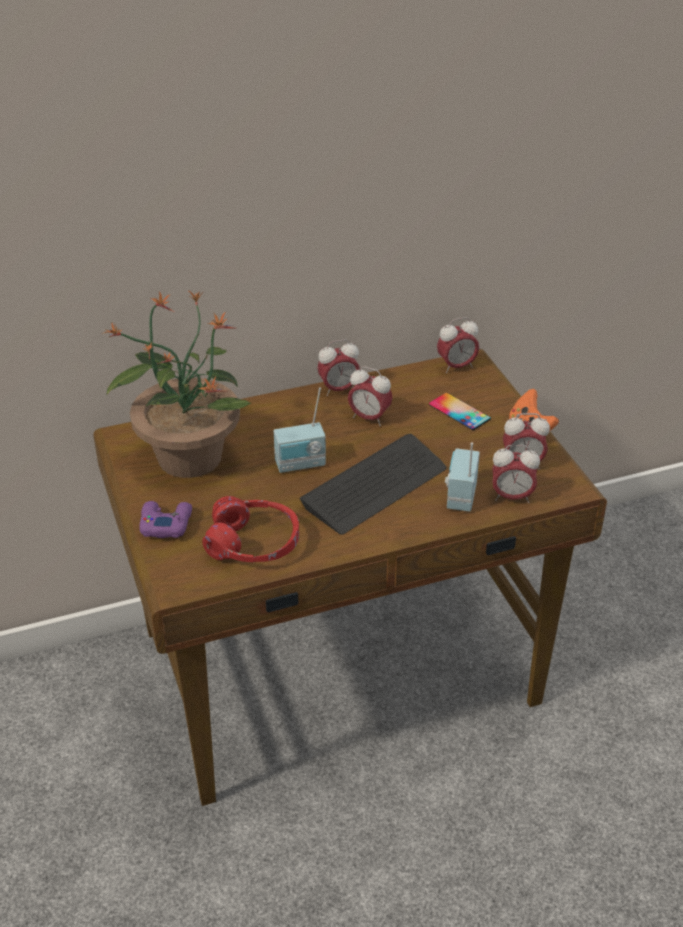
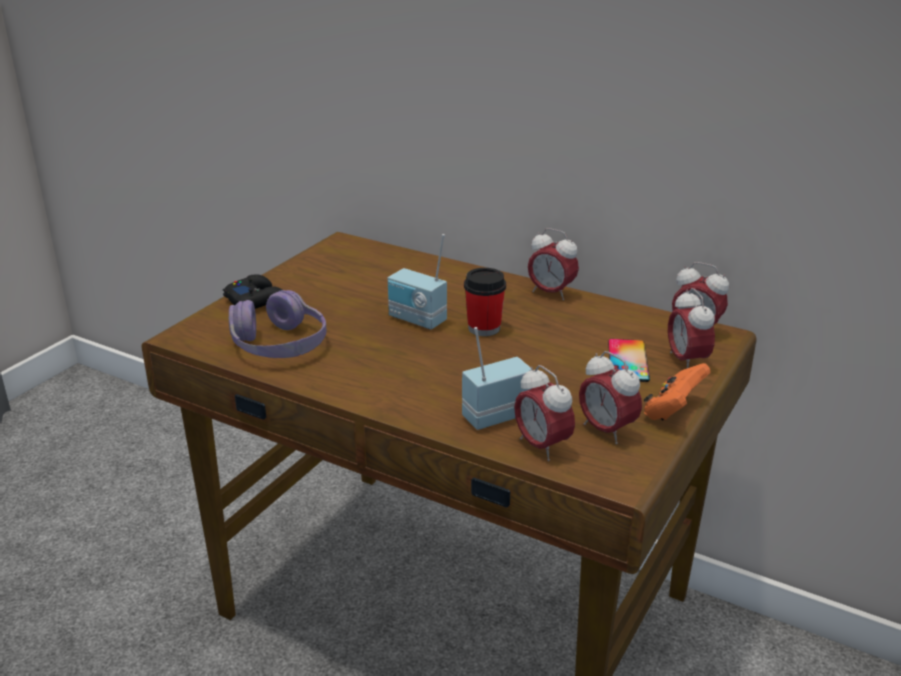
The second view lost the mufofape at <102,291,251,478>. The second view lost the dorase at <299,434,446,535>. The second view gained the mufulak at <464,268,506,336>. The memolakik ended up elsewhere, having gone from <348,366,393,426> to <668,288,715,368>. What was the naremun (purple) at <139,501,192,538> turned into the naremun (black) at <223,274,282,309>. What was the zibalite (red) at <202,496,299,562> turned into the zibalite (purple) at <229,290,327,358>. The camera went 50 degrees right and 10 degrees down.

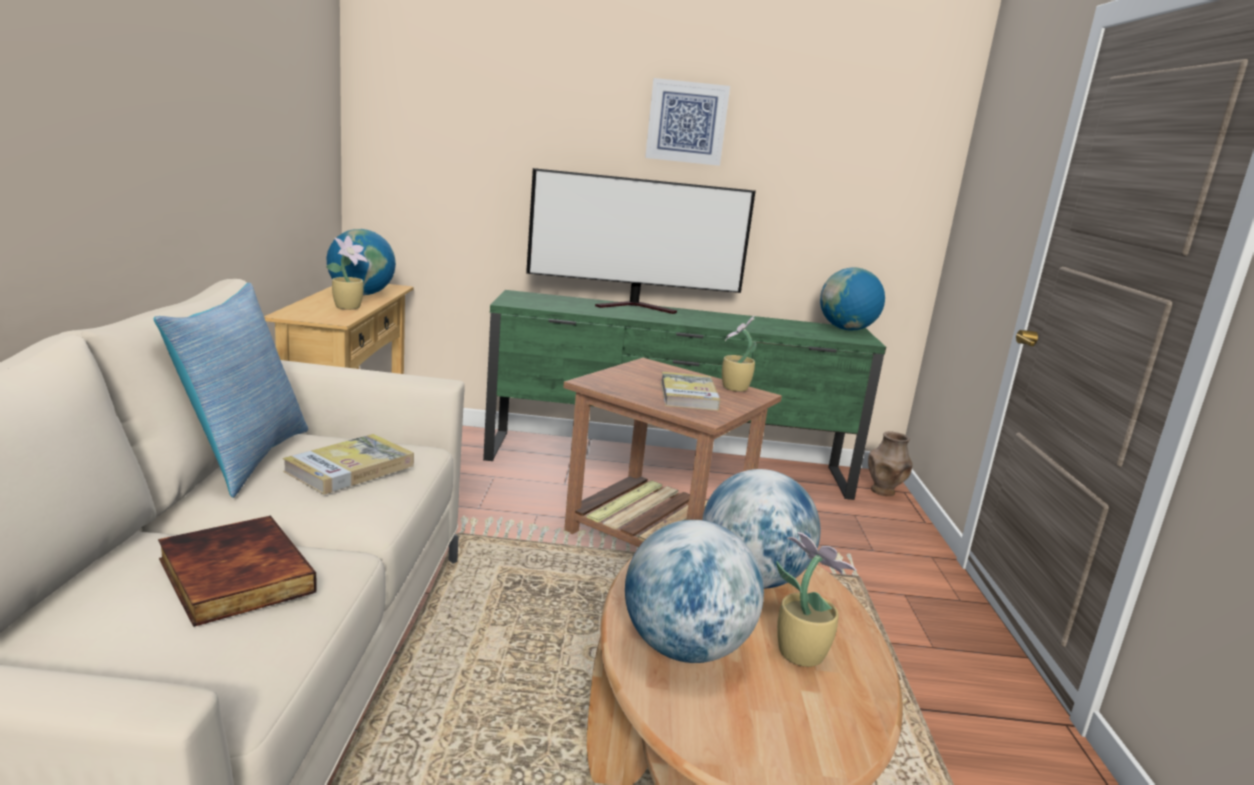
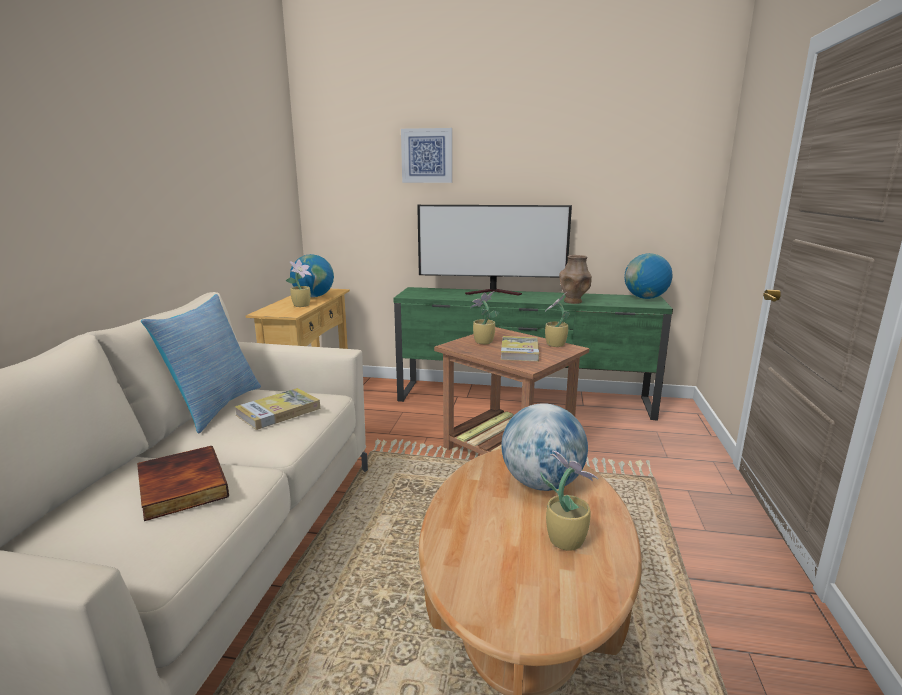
The second view lost the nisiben at <625,520,764,663>. The second view gained the mufofape at <470,291,500,344>. The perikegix ended up elsewhere, having gone from <645,78,730,166> to <401,128,452,183>. The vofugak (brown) ended up elsewhere, having gone from <868,431,913,496> to <559,255,592,304>. The camera went 10 degrees right and 0 degrees up.

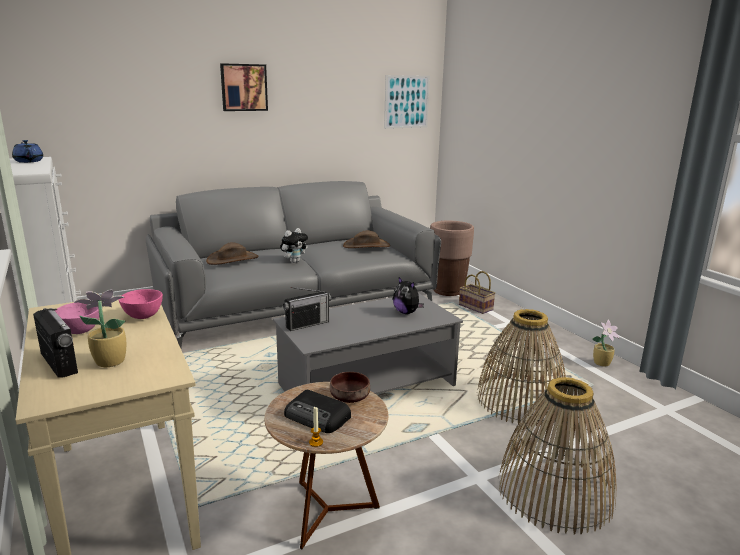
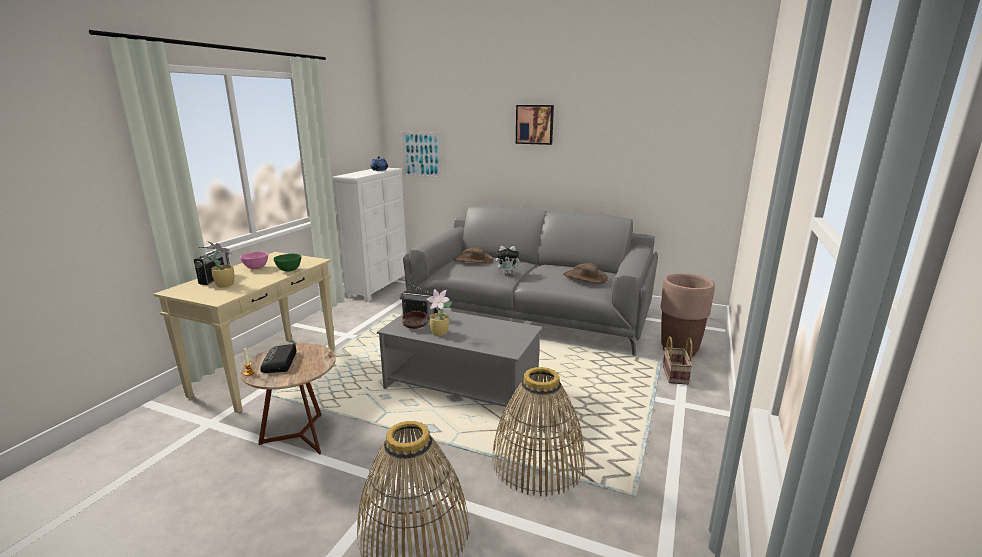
The second view lost the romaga at <393,277,424,314>. The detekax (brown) ended up elsewhere, having gone from <330,372,370,403> to <402,311,428,329>. The perikegix ended up elsewhere, having gone from <384,75,430,129> to <401,132,442,178>. The mufofape ended up elsewhere, having gone from <593,319,620,367> to <427,289,452,336>. What was the detekax (pink) at <119,289,163,319> turned into the detekax (green) at <273,254,301,272>. The camera went 50 degrees right and 0 degrees up.

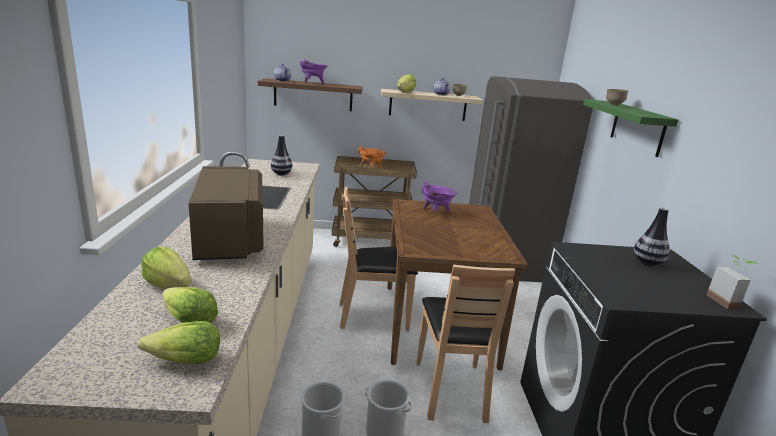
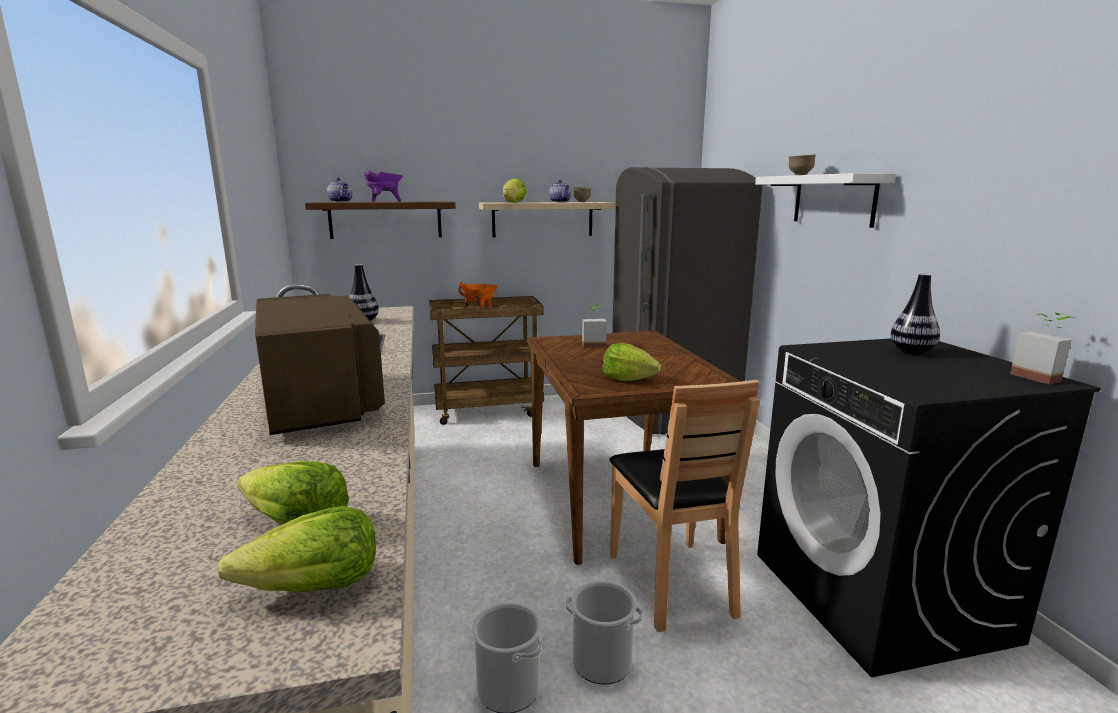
The second view lost the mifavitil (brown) at <340,187,418,331>. The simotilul ended up elsewhere, having gone from <141,247,191,289> to <602,343,661,381>. Where the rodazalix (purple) stood at <421,182,457,212>, the mufofape came to stand at <582,305,607,348>. What was the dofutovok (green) at <583,99,678,157> turned into the dofutovok (white) at <755,173,896,228>. The camera went 10 degrees left and 5 degrees down.

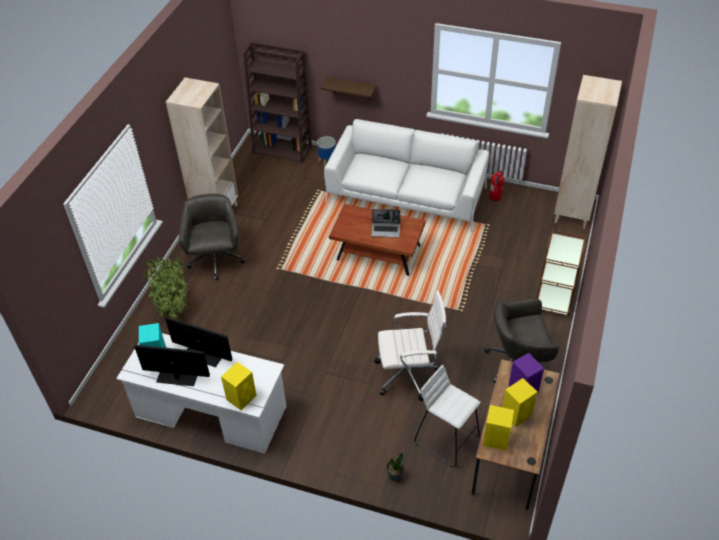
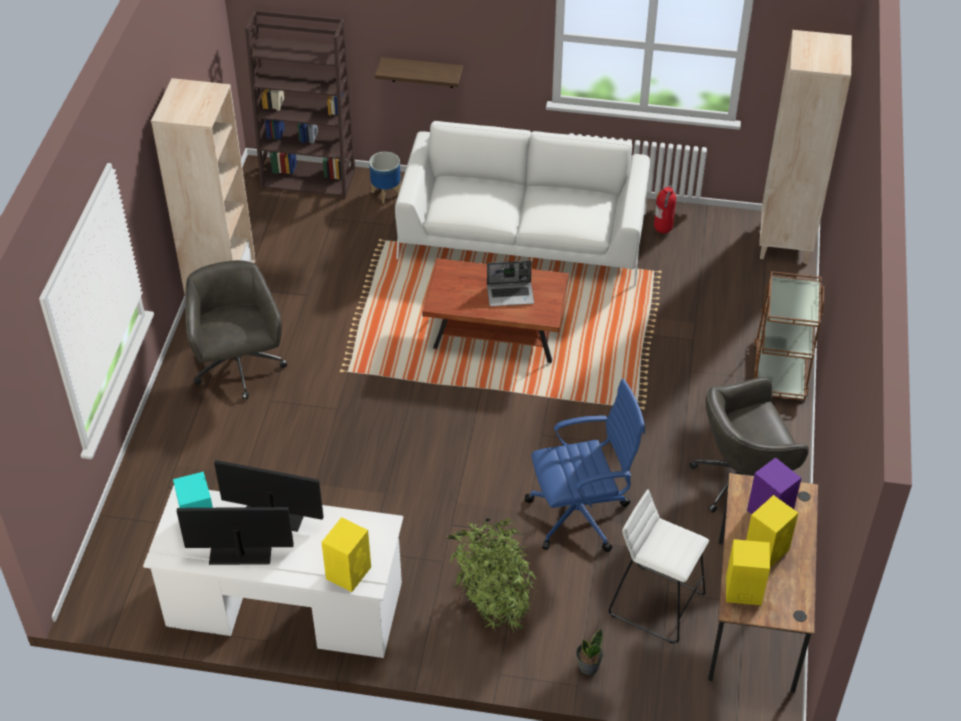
The mufofape ended up elsewhere, having gone from <141,257,189,319> to <447,518,537,633>. What was the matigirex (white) at <375,290,446,401> turned into the matigirex (blue) at <525,379,645,552>. The camera went 10 degrees left and 0 degrees up.

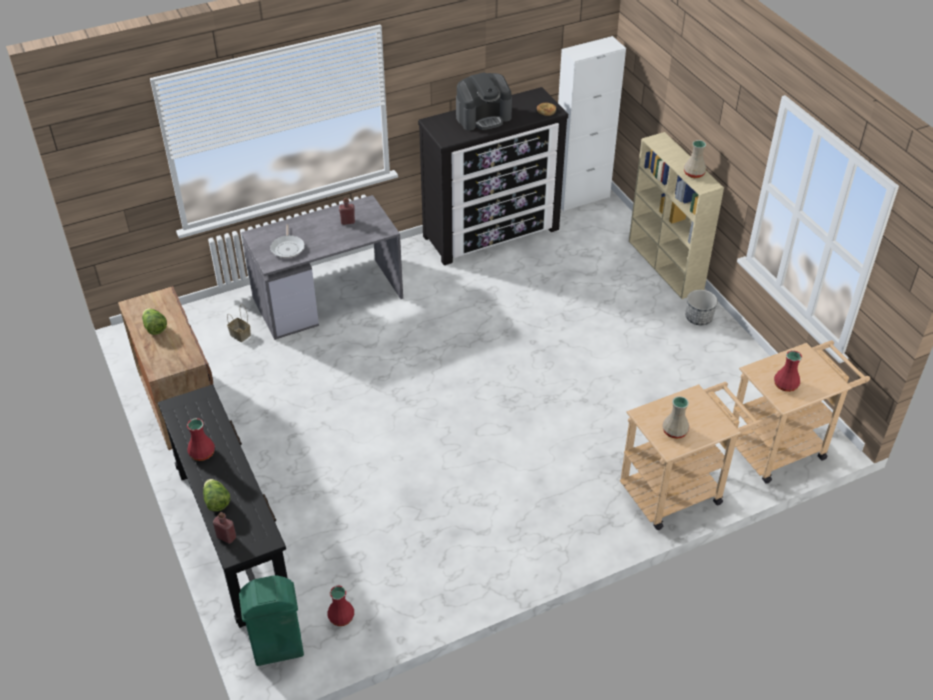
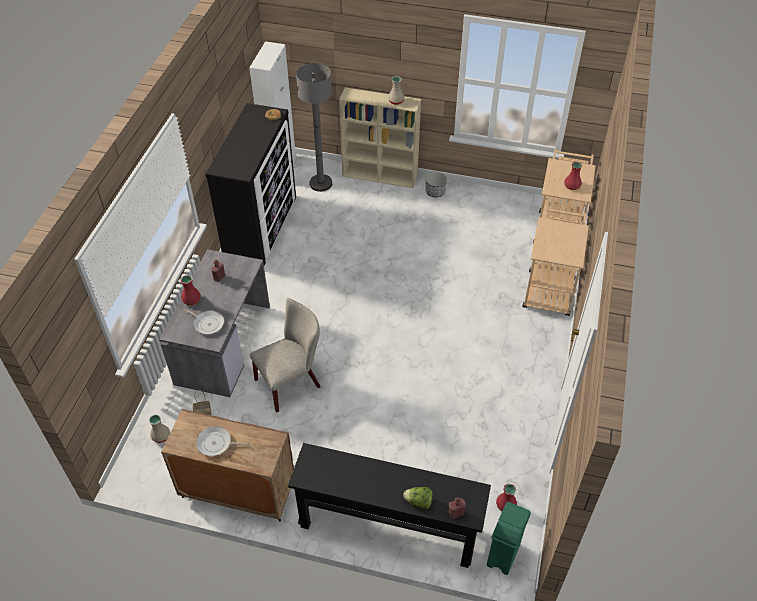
The second view lost the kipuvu at <456,73,512,131>. The second view gained the mifavitil (beige) at <250,298,320,413>. The second view gained the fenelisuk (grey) at <296,63,332,192>. The vofugak (red) ended up elsewhere, having gone from <187,418,215,461> to <181,275,201,305>. The vofugak (beige) ended up elsewhere, having gone from <662,396,689,439> to <149,414,170,443>. Where the simotilul stood at <142,308,167,335>, the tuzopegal came to stand at <196,426,250,456>. The camera went 50 degrees left and 5 degrees up.

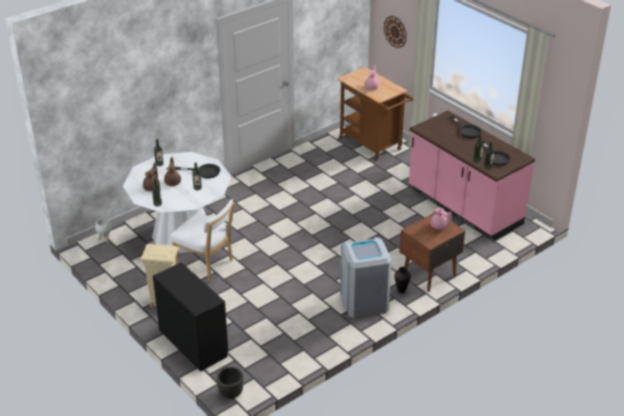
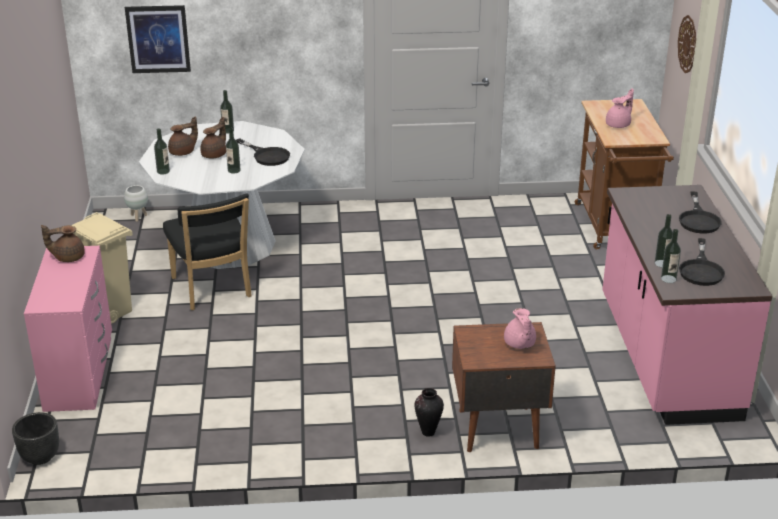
The second view lost the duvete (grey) at <340,237,392,318>. The second view gained the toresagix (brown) at <41,225,85,262>. The second view gained the perikegix at <125,5,191,73>. What was the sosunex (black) at <153,262,228,371> turned into the sosunex (pink) at <24,246,112,412>. What was the mifavitil (white) at <170,199,235,282> turned into the mifavitil (black) at <163,193,252,310>. The camera went 35 degrees right and 5 degrees down.

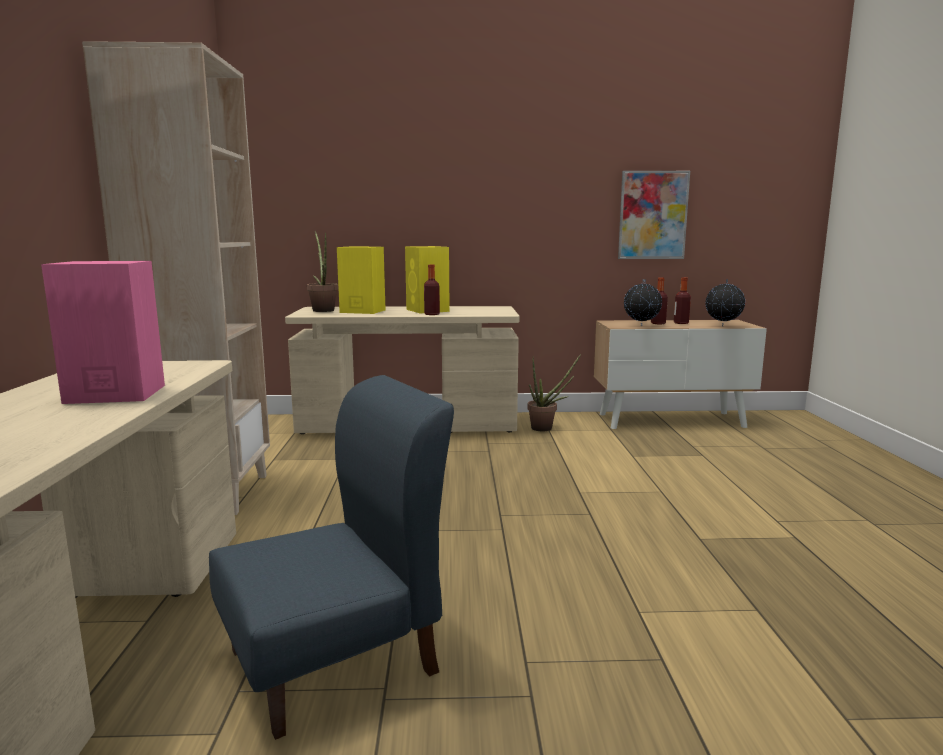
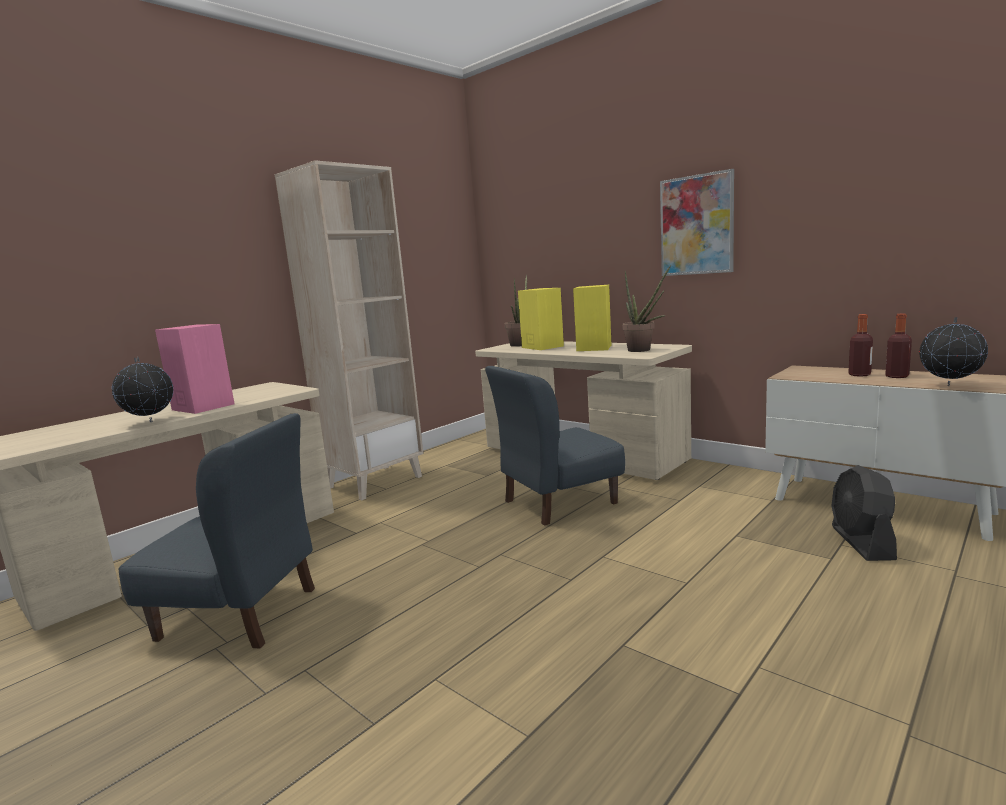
The second view lost the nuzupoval at <424,264,440,315>. The second view gained the mifavitil (blue) at <485,366,625,526>. The second view gained the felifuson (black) at <831,465,897,561>. The mufofape ended up elsewhere, having gone from <527,354,581,431> to <622,265,671,352>. The perikegix ended up elsewhere, having gone from <618,171,690,259> to <660,169,734,276>. The nisiben ended up elsewhere, having gone from <624,279,662,325> to <112,357,173,422>. The camera went 45 degrees right and 0 degrees up.

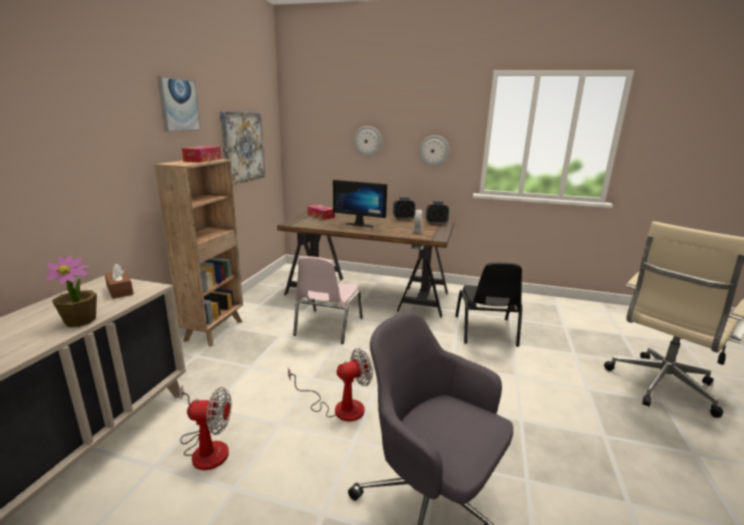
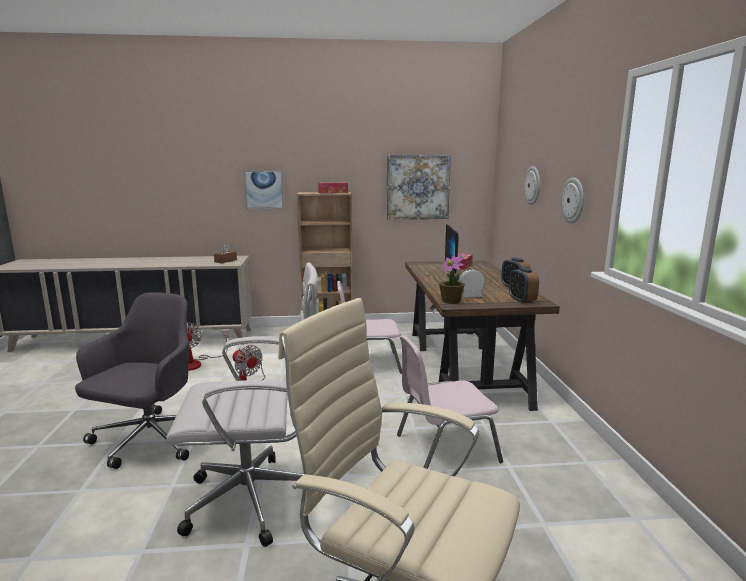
The second view gained the matigirex (white) at <166,262,318,547>. The mufofape ended up elsewhere, having gone from <45,256,97,327> to <439,255,465,304>. The perikegix ended up elsewhere, having gone from <157,76,201,132> to <244,171,284,209>. What was the mifavitil (black) at <455,262,522,347> turned into the mifavitil (pink) at <397,335,503,469>. The camera went 70 degrees right and 5 degrees down.

